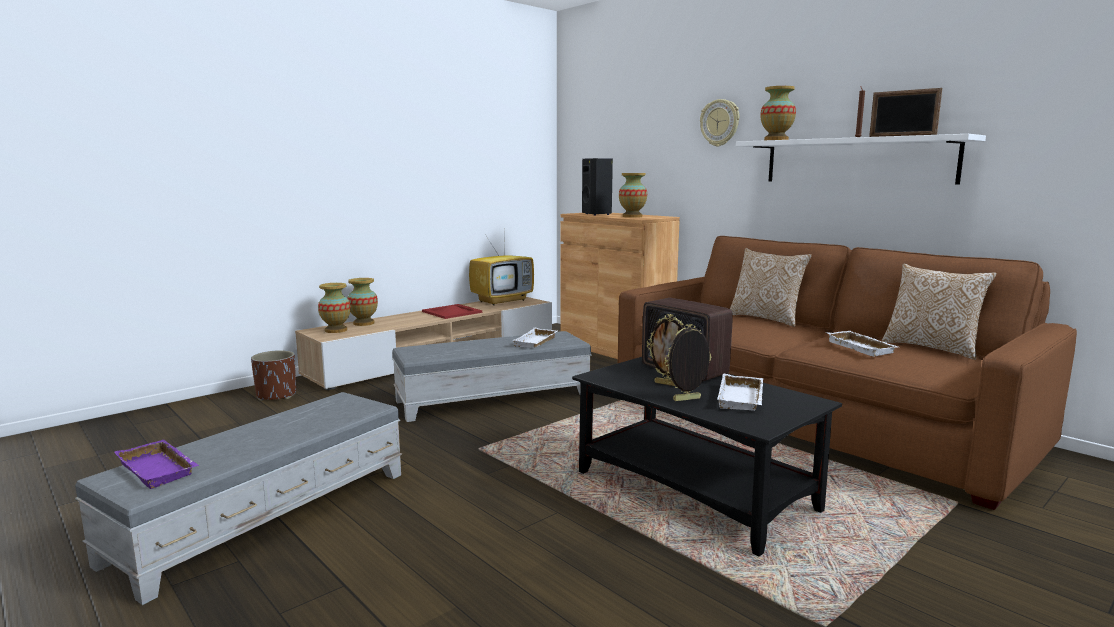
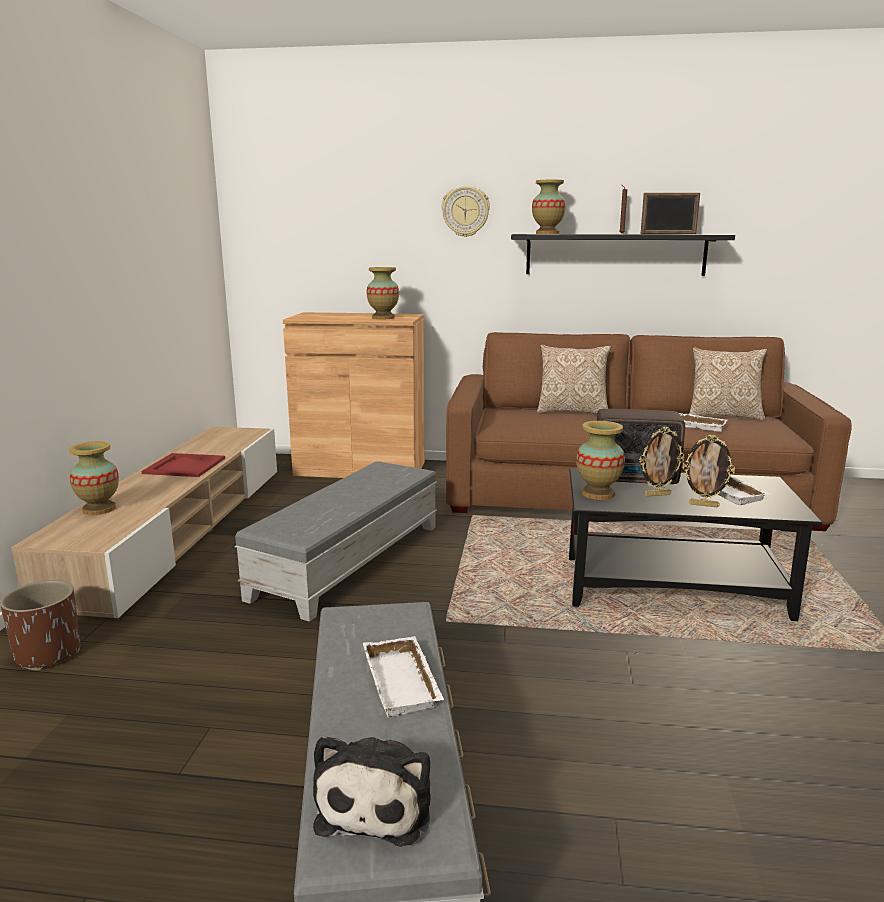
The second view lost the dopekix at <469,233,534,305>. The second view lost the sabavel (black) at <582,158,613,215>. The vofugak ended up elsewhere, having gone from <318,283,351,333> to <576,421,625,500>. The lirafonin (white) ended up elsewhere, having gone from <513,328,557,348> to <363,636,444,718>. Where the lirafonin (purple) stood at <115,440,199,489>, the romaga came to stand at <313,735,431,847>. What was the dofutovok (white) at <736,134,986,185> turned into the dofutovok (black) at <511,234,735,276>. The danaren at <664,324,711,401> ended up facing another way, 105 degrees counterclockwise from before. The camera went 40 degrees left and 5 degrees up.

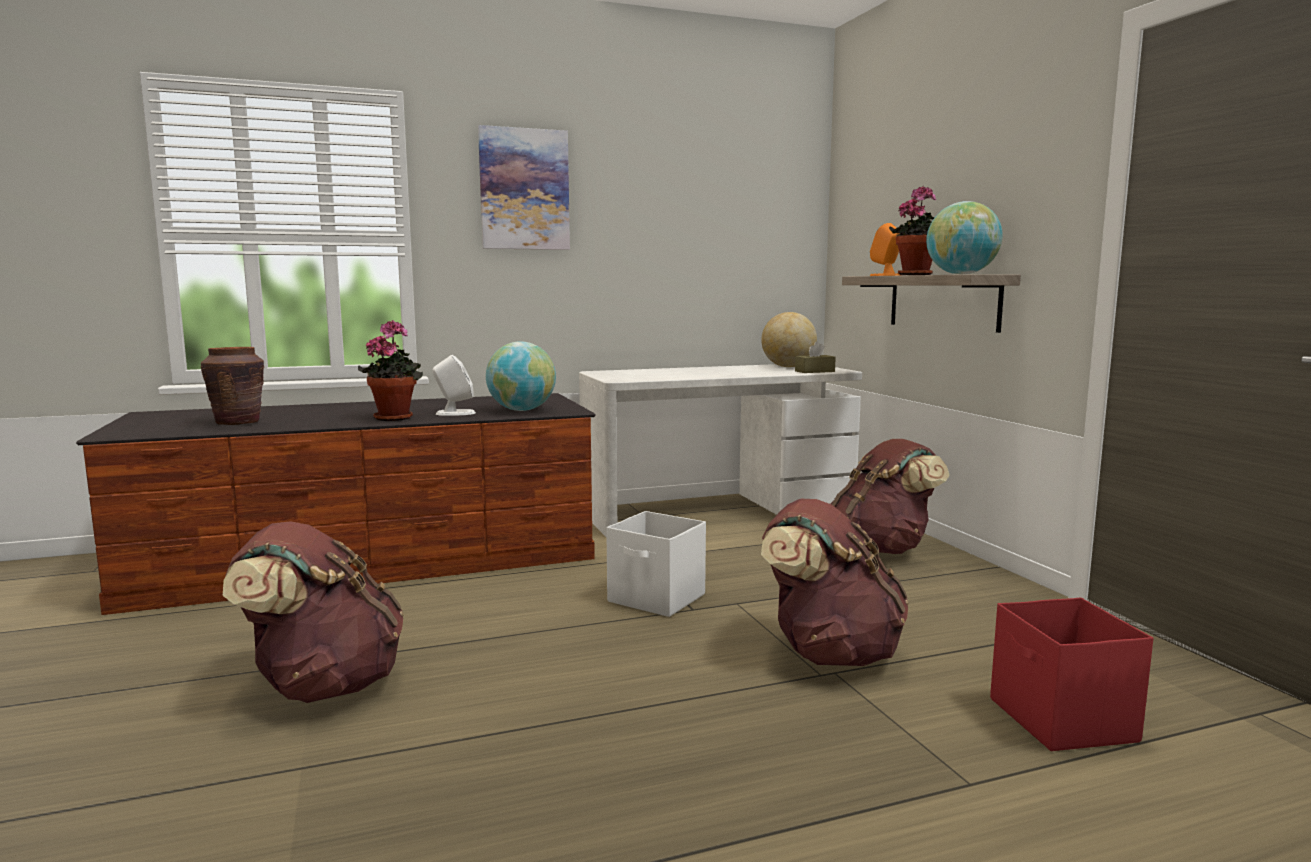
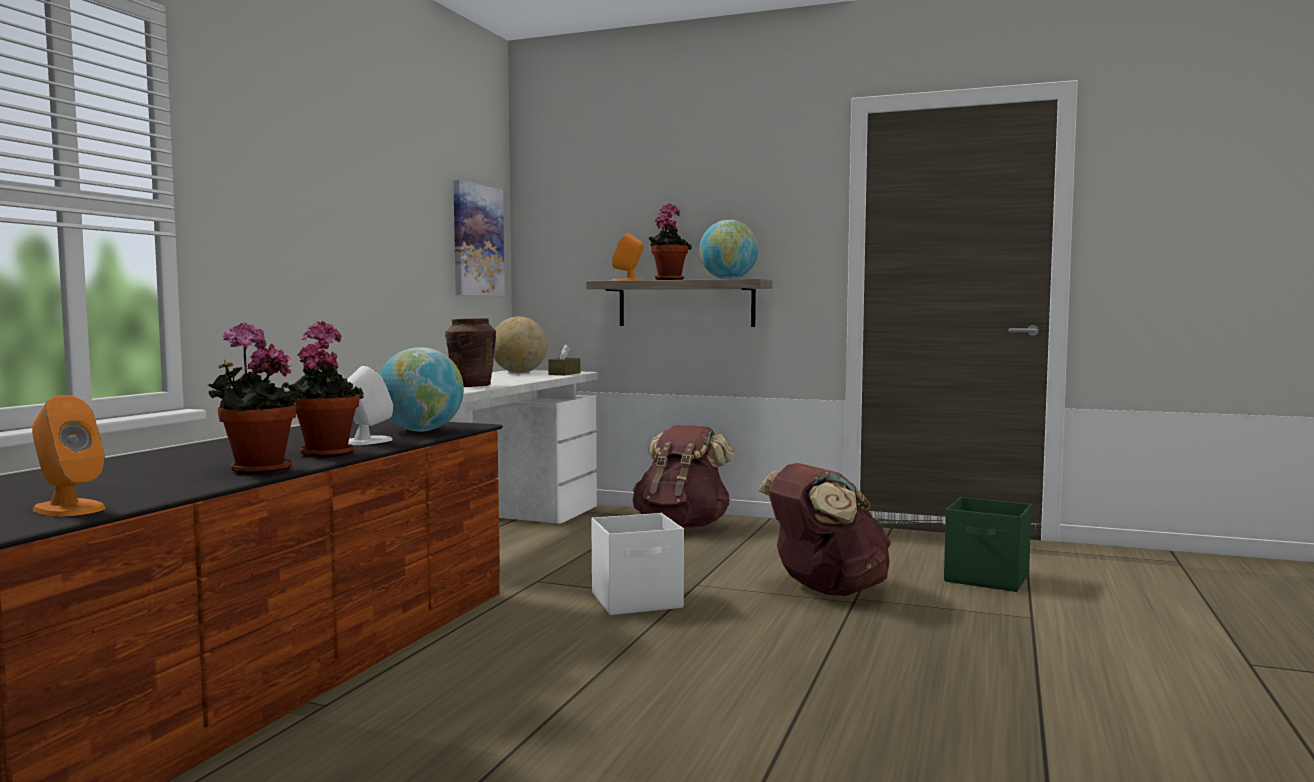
The second view lost the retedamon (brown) at <223,521,404,703>. The second view gained the sabavel (orange) at <32,395,106,516>. The second view gained the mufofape at <208,323,302,474>. The vofugak (brown) ended up elsewhere, having gone from <200,347,265,425> to <445,318,496,387>. The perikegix ended up elsewhere, having gone from <478,125,570,250> to <453,180,505,296>. What was the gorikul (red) at <990,597,1153,751> turned into the gorikul (green) at <944,497,1032,592>. The camera went 50 degrees left and 5 degrees down.

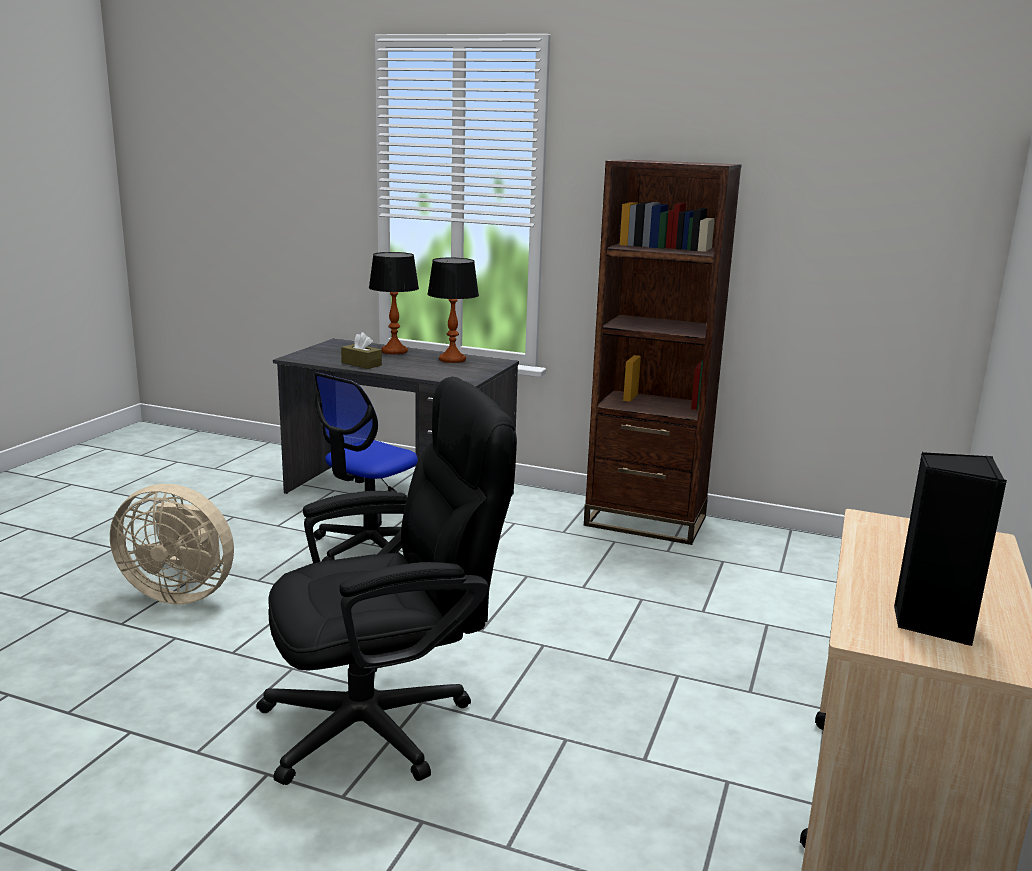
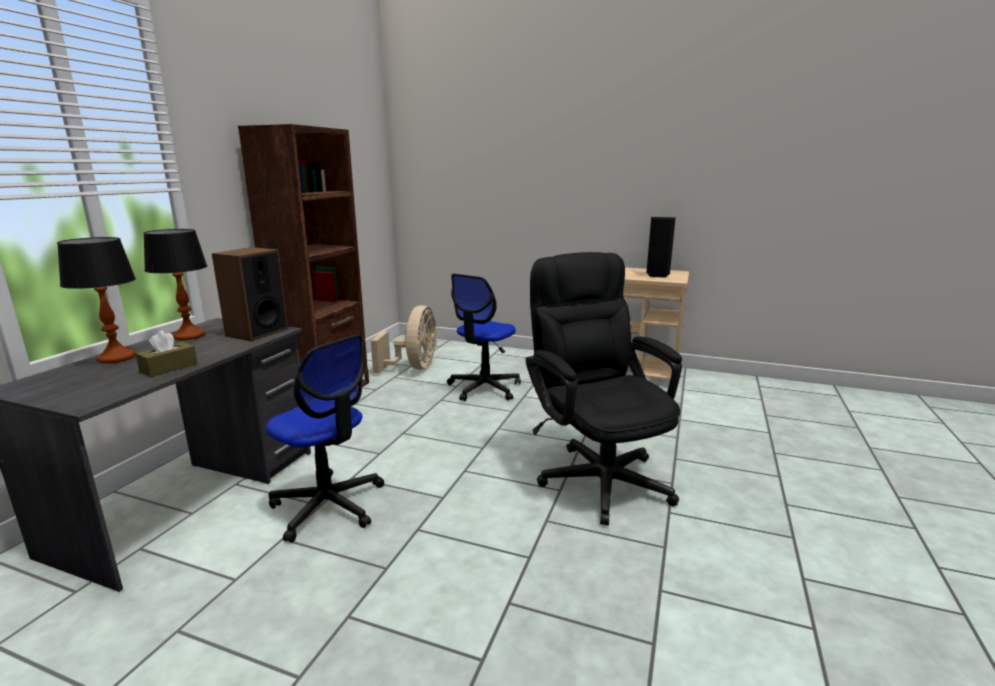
The second view gained the sabavel at <212,247,289,341>. The second view gained the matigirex at <447,274,521,401>. The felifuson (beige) ended up elsewhere, having gone from <110,484,234,604> to <371,305,437,374>. The camera went 90 degrees left and 0 degrees up.

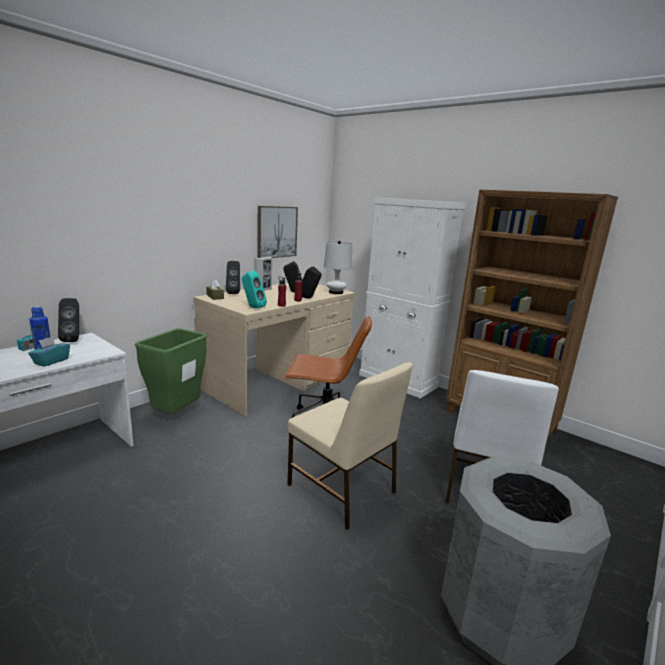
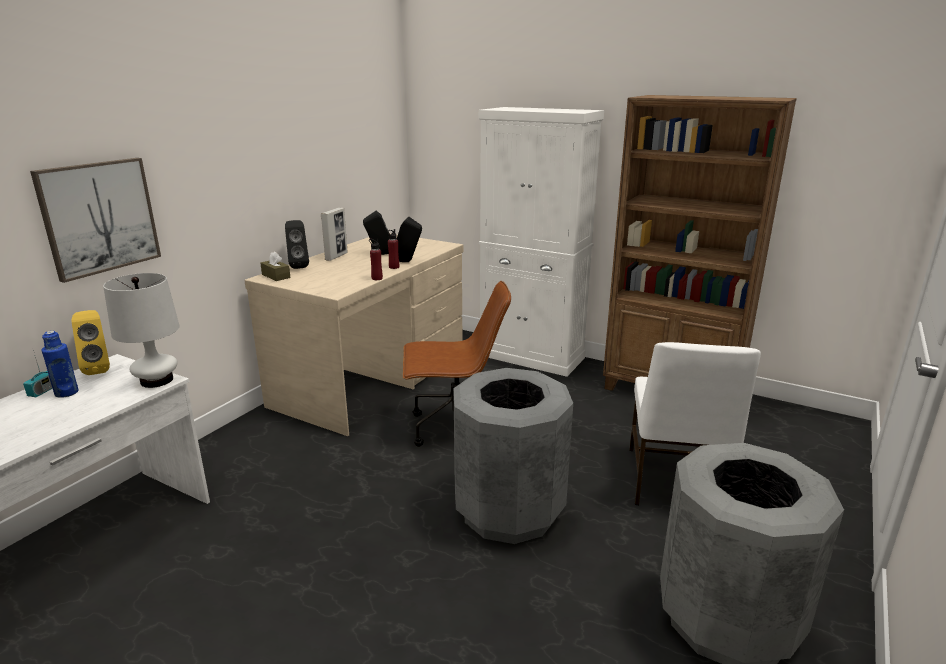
The second view lost the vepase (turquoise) at <28,337,70,367>. The second view lost the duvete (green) at <135,328,207,414>. The second view lost the sabavel (turquoise) at <241,271,267,308>. The perikegix ended up elsewhere, having gone from <257,206,298,258> to <30,158,161,283>. The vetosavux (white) ended up elsewhere, having gone from <324,241,352,294> to <103,273,180,388>. Where the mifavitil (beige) stood at <287,362,413,530>, the duvete (grey) came to stand at <453,368,573,544>. What was the sabavel (black) at <58,298,79,342> turned into the sabavel (yellow) at <72,310,110,375>. The camera went 10 degrees left and 5 degrees up.

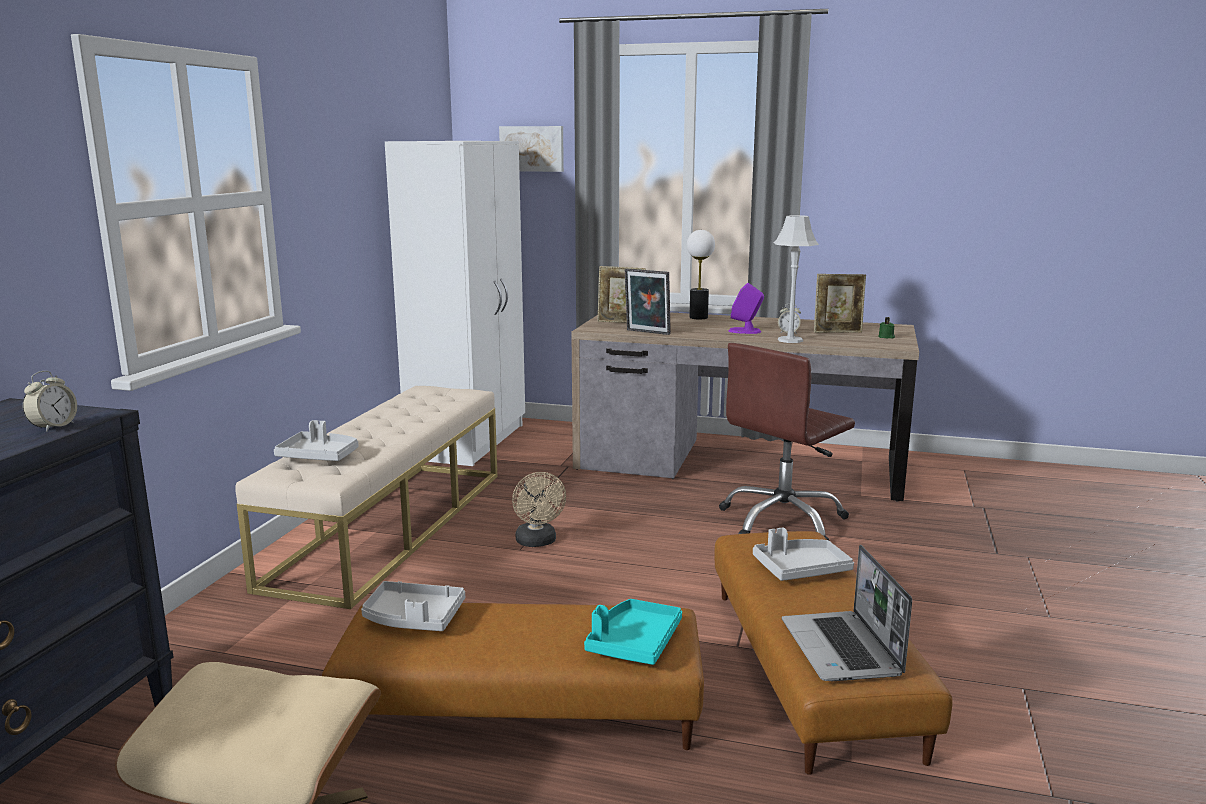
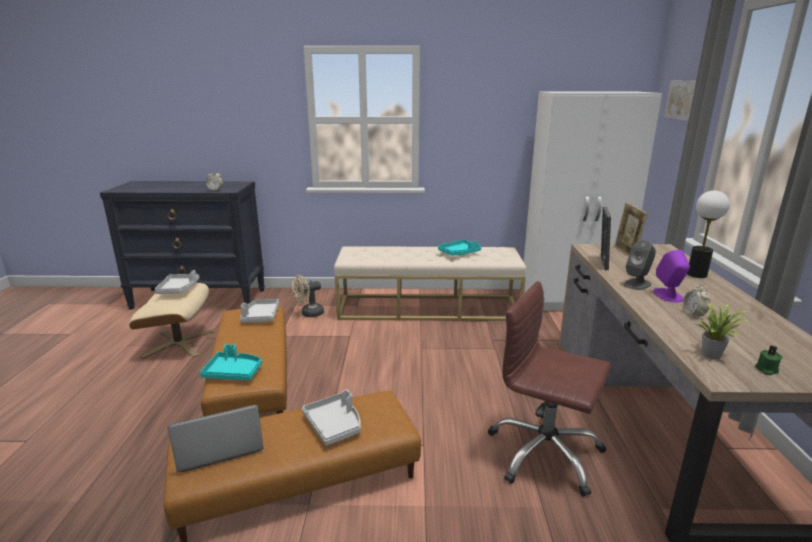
The second view lost the vetosavux (grey) at <774,215,819,343>. The second view lost the danaren at <814,274,866,333>. The second view gained the lirafonin (turquoise) at <438,239,481,255>. The second view gained the sabavel (grey) at <623,240,656,290>. The second view gained the mufofape at <697,302,750,359>. The lirafonin (grey) ended up elsewhere, having gone from <274,420,358,461> to <154,270,199,294>. The felifuson (beige) ended up elsewhere, having gone from <512,472,566,547> to <292,275,324,317>. The camera went 75 degrees right and 5 degrees up.

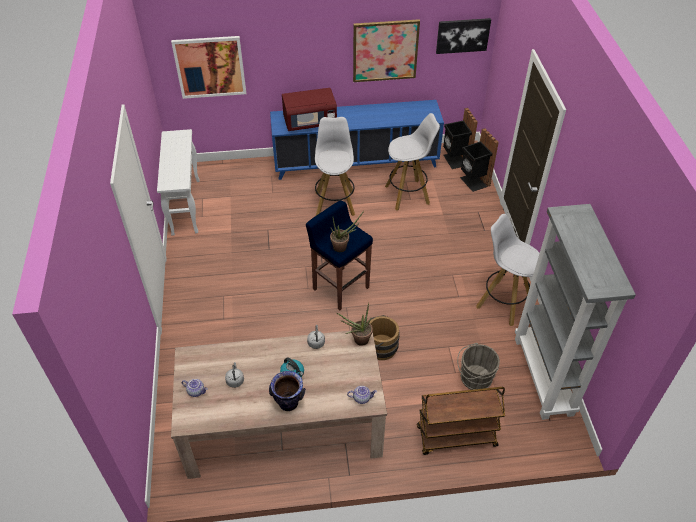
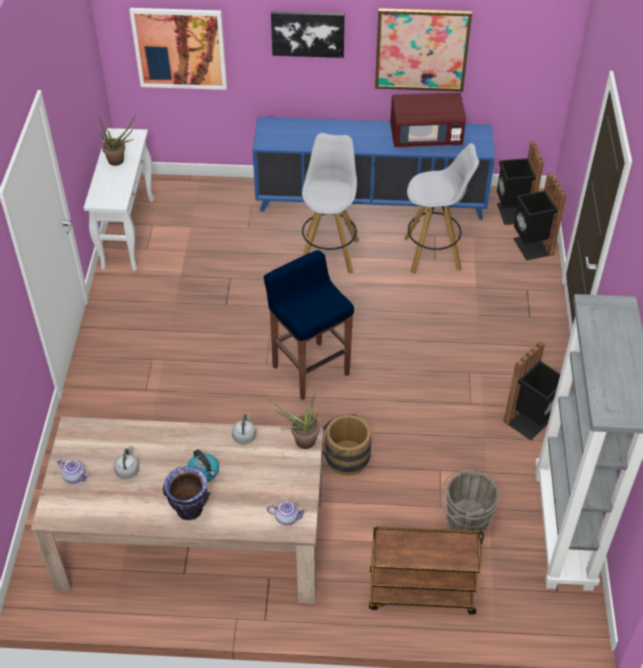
The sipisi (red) ended up elsewhere, having gone from <282,88,337,131> to <390,93,466,147>. The mufofape ended up elsewhere, having gone from <330,211,364,252> to <99,115,136,166>. The perikegix ended up elsewhere, having gone from <436,18,491,54> to <271,11,345,58>. Where the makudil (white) stood at <476,214,540,326>, the duvete (black) came to stand at <503,341,560,440>. The camera went 10 degrees right and 0 degrees up.

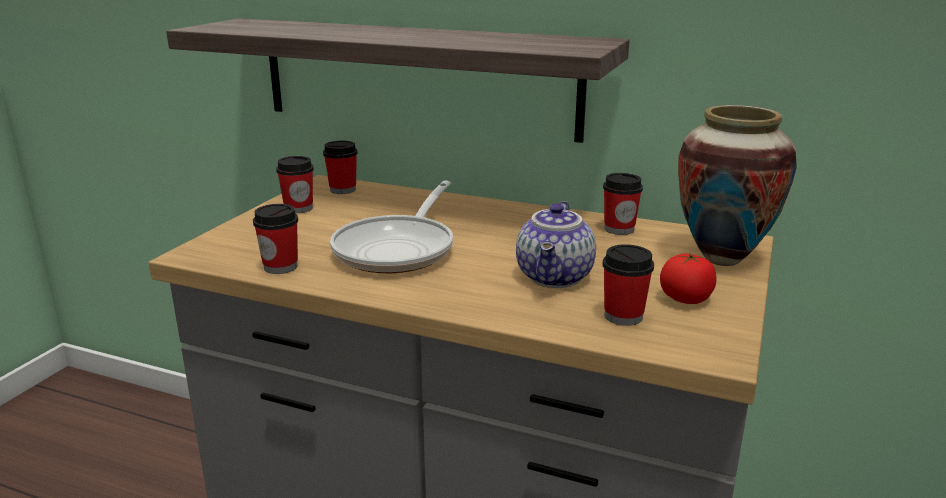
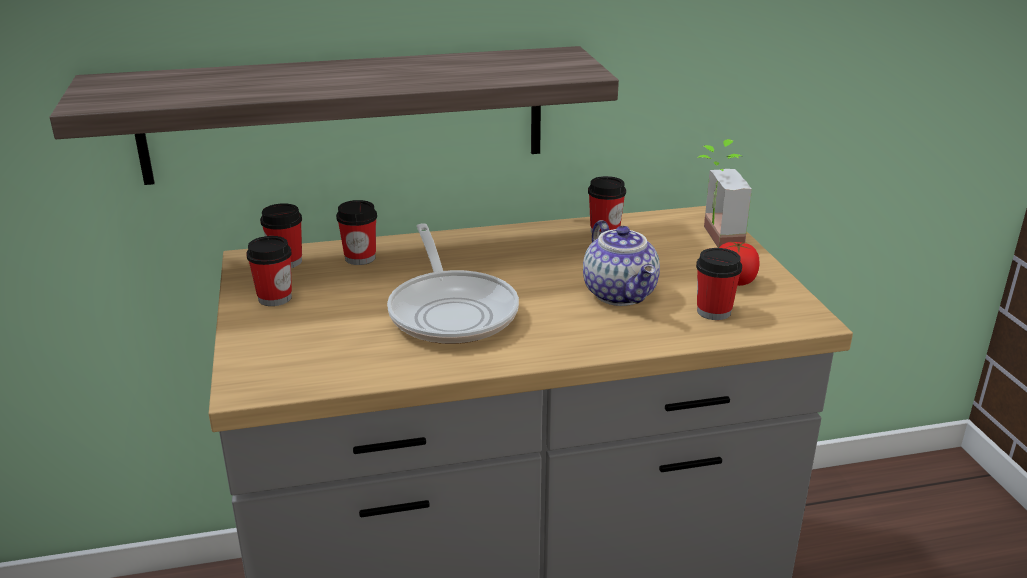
The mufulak ended up elsewhere, having gone from <253,204,298,274> to <336,200,377,265>. Where the vofugak stood at <678,105,797,266>, the mufofape came to stand at <697,139,752,248>. The camera went 35 degrees left and 5 degrees up.

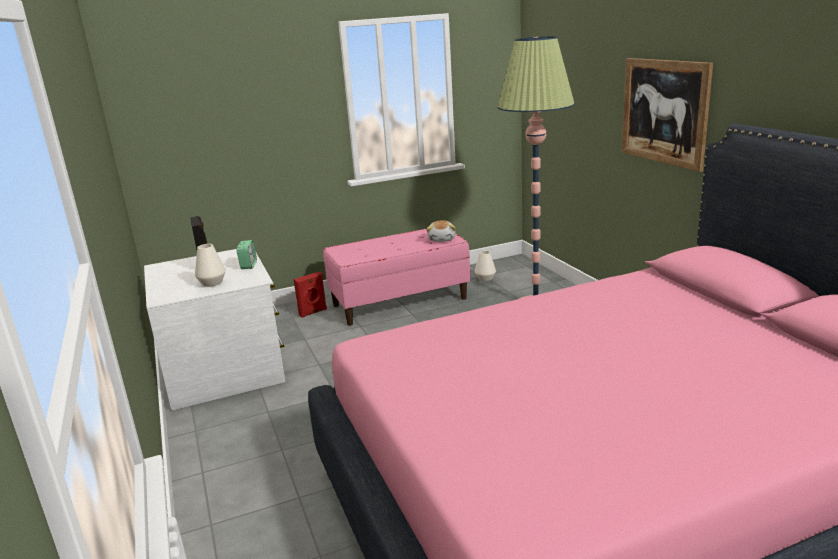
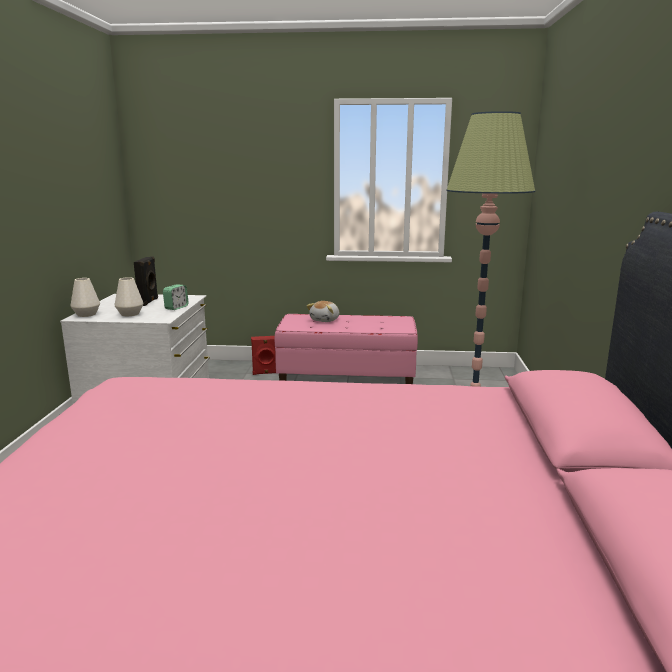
The second view lost the perikegix at <622,58,713,172>. The romaga ended up elsewhere, having gone from <427,220,455,242> to <306,301,339,322>. The vofugak (white) ended up elsewhere, having gone from <475,251,496,281> to <70,278,100,317>. The camera went 25 degrees right and 5 degrees down.

